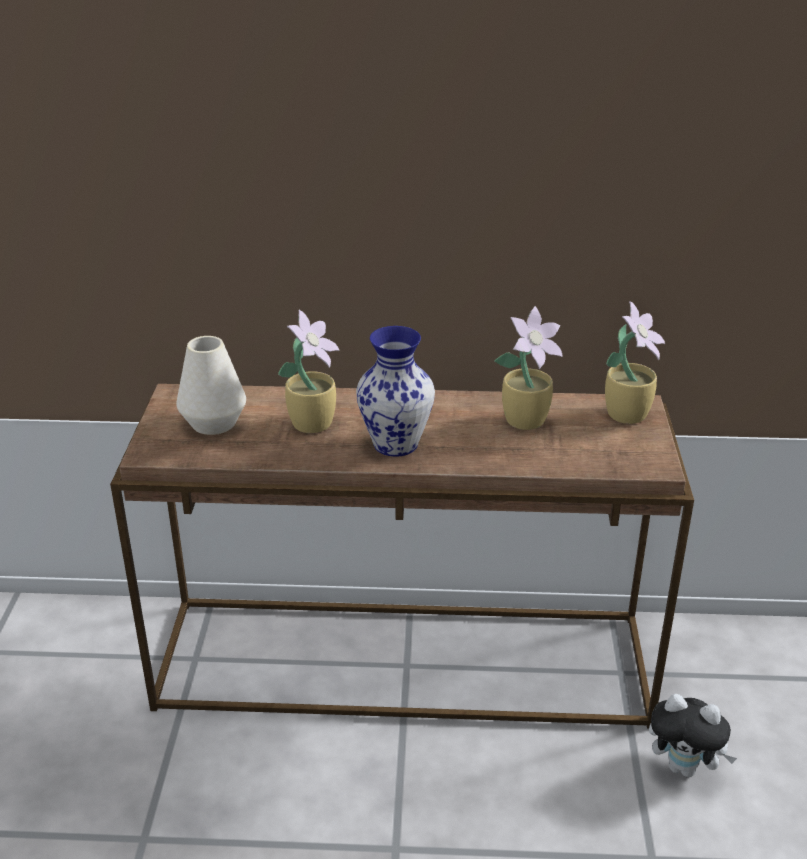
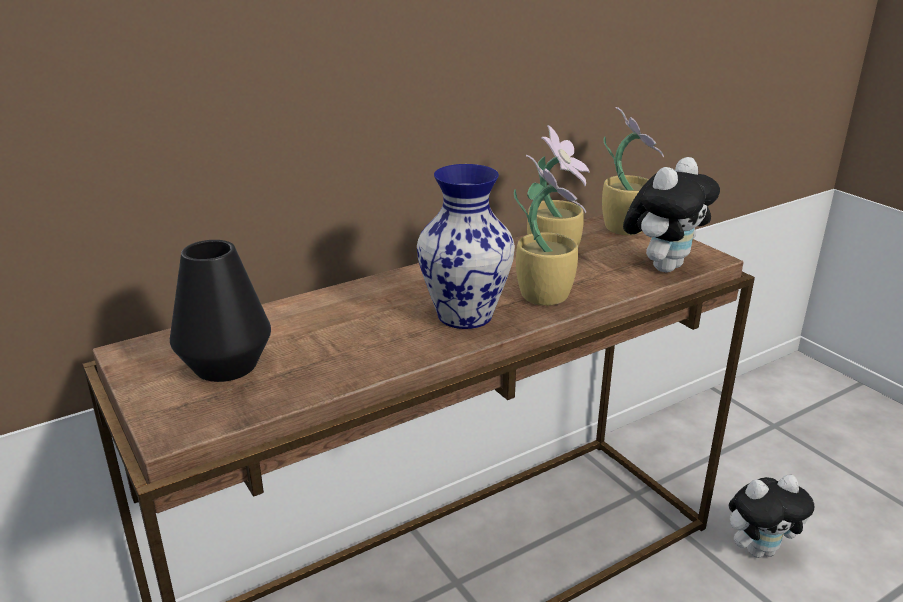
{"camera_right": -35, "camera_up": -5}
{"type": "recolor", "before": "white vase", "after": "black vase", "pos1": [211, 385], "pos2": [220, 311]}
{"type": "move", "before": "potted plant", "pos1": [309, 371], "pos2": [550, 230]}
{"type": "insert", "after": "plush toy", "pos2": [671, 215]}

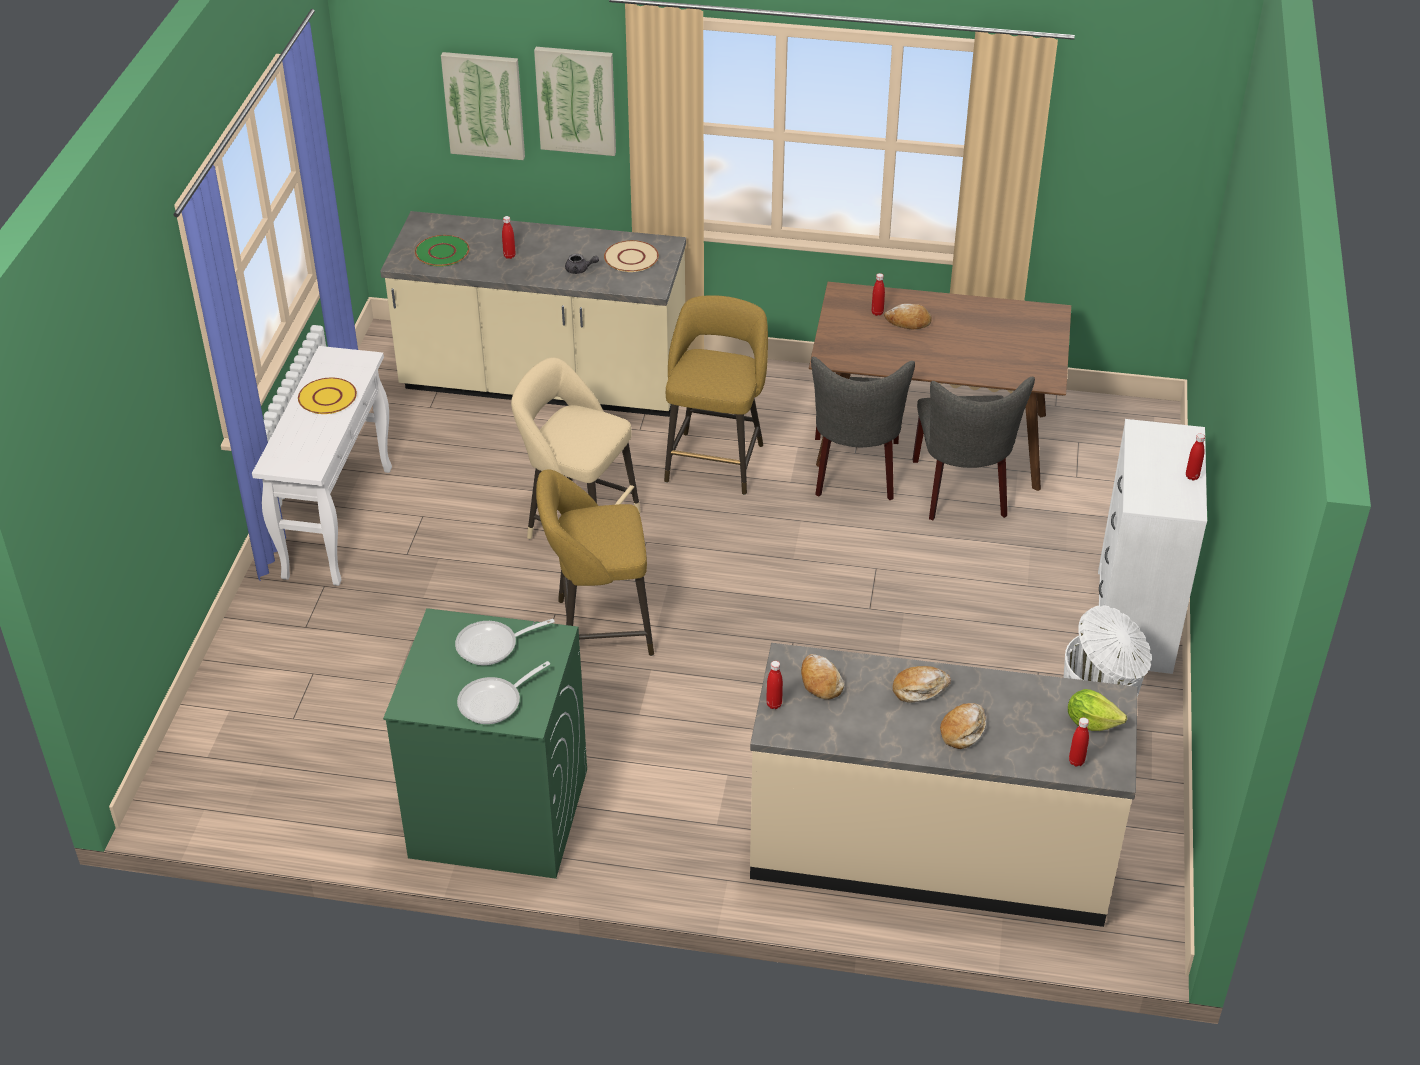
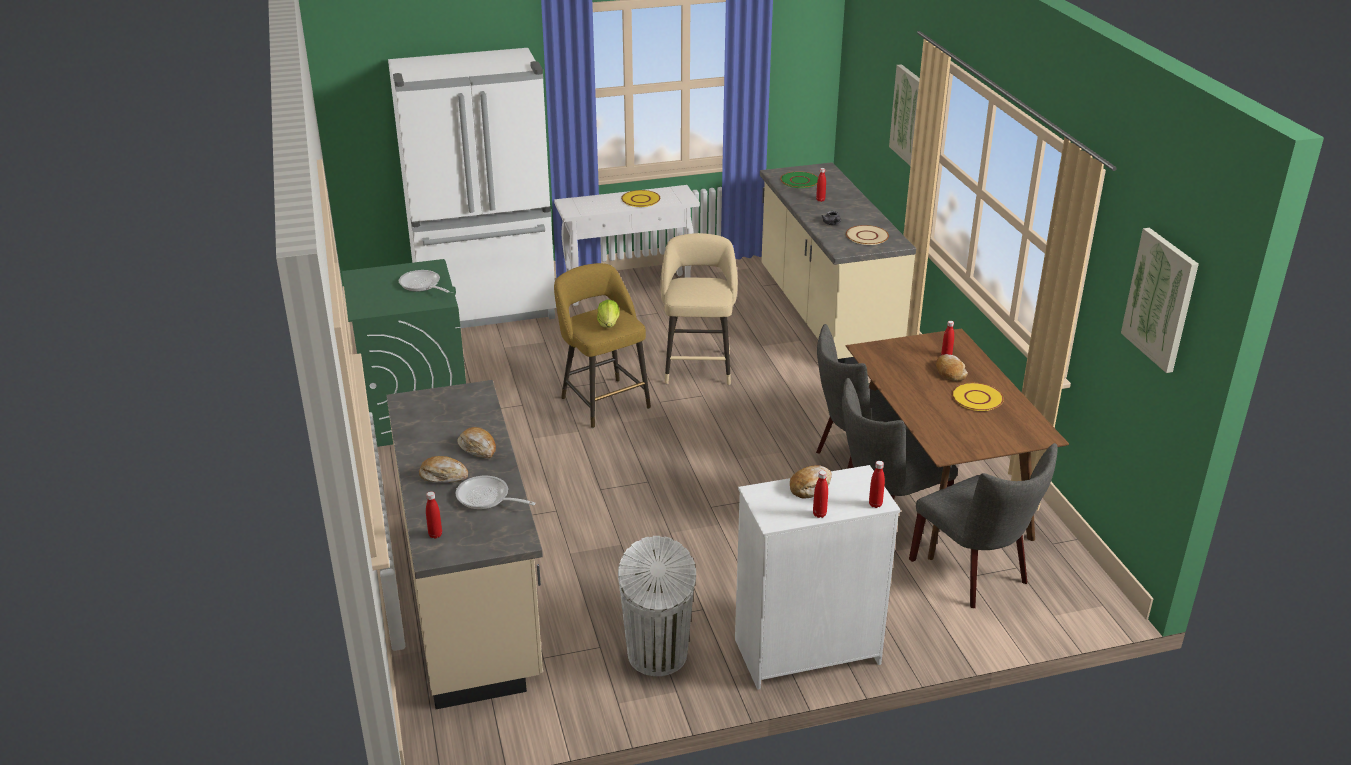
{"camera_right": 65, "camera_up": -10}
{"type": "move", "before": "picture", "pos1": [483, 106], "pos2": [1160, 300]}
{"type": "move", "before": "frying pan", "pos1": [503, 692], "pos2": [496, 493]}
{"type": "delete", "before": "yellow stool", "pos1": [716, 395]}
{"type": "move", "before": "red bottle", "pos1": [774, 685], "pos2": [877, 484]}
{"type": "move", "before": "bread", "pos1": [822, 677], "pos2": [811, 482]}
{"type": "move", "before": "lettuce", "pos1": [1097, 710], "pos2": [608, 314]}
{"type": "insert", "after": "white fridge", "pos2": [472, 188]}
{"type": "insert", "after": "grey chair", "pos2": [983, 525]}
{"type": "insert", "after": "yellow plate", "pos2": [978, 397]}

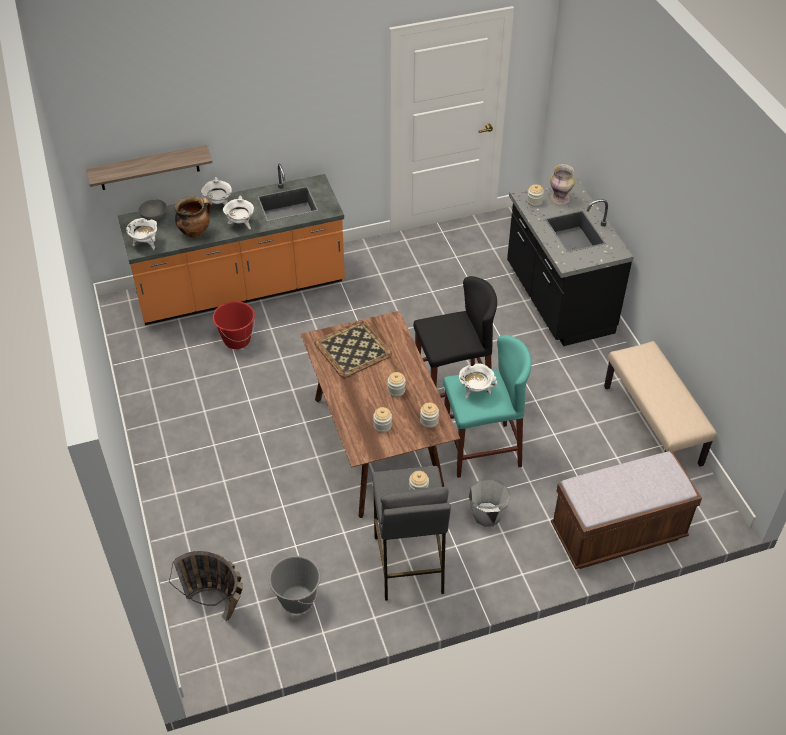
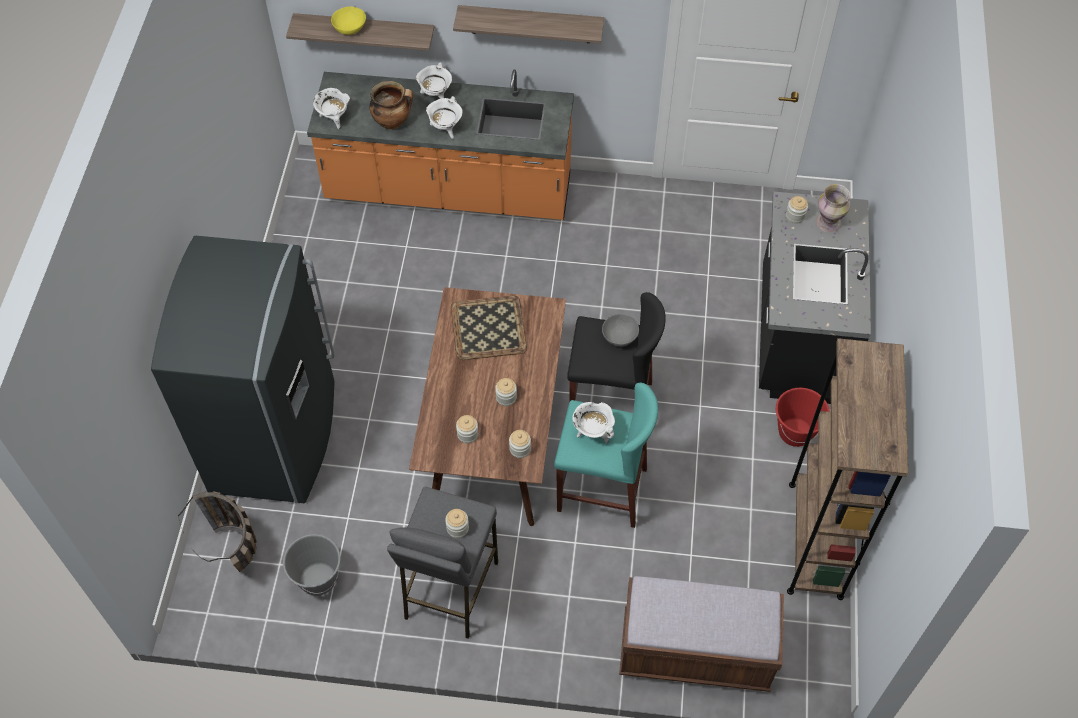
{"camera_right": 25, "camera_up": 10}
{"type": "move", "before": "grey bowl", "pos1": [152, 210], "pos2": [620, 330]}
{"type": "move", "before": "red bucket", "pos1": [234, 325], "pos2": [803, 417]}
{"type": "delete", "before": "grey bucket", "pos1": [490, 503]}
{"type": "replace", "before": "beige bench", "after": "brown bookcase", "pos1": [660, 404], "pos2": [847, 469]}
{"type": "insert", "after": "grey fridge", "pos2": [243, 369]}
{"type": "insert", "after": "yellow bowl", "pos2": [348, 20]}
{"type": "insert", "after": "shelf", "pos2": [528, 24]}

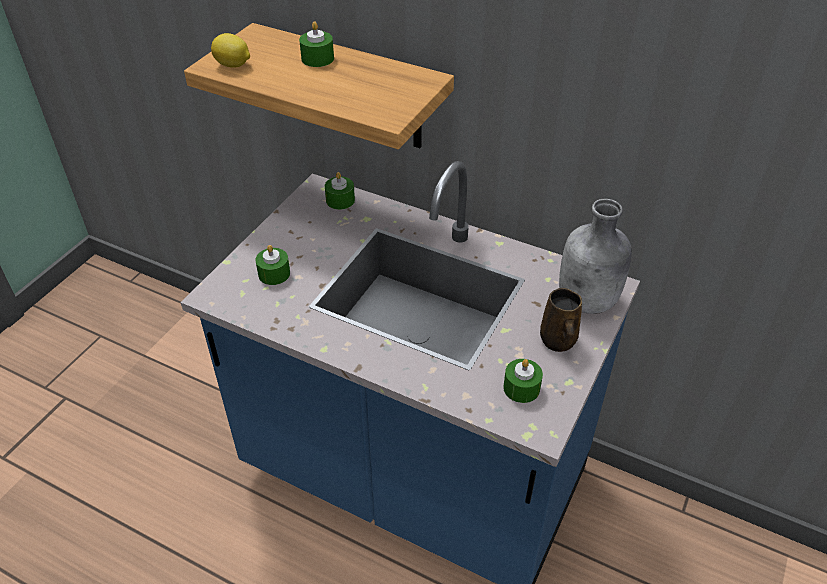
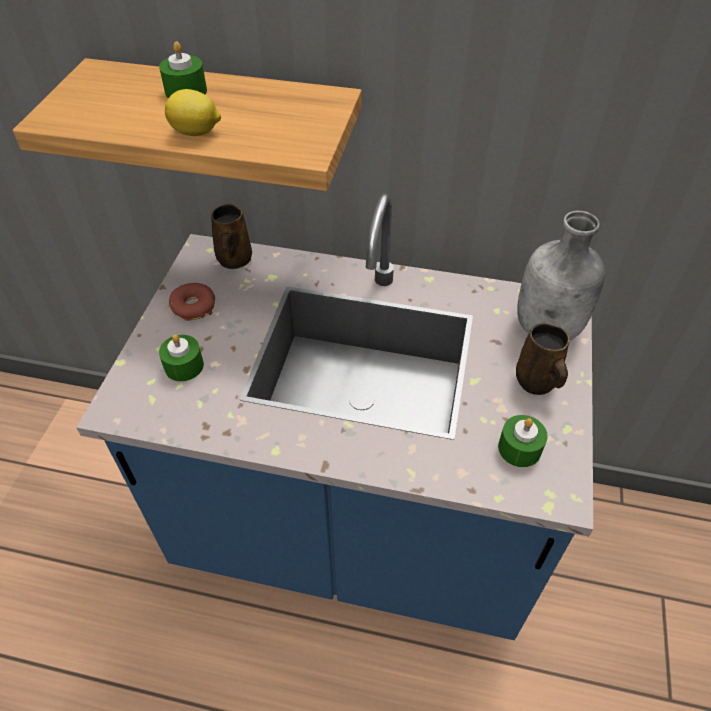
{"camera_right": -15, "camera_up": 5}
{"type": "move", "before": "lemon", "pos1": [230, 50], "pos2": [193, 112]}
{"type": "replace", "before": "green candle", "after": "brown mug", "pos1": [340, 191], "pos2": [231, 236]}
{"type": "insert", "after": "donut", "pos2": [192, 302]}

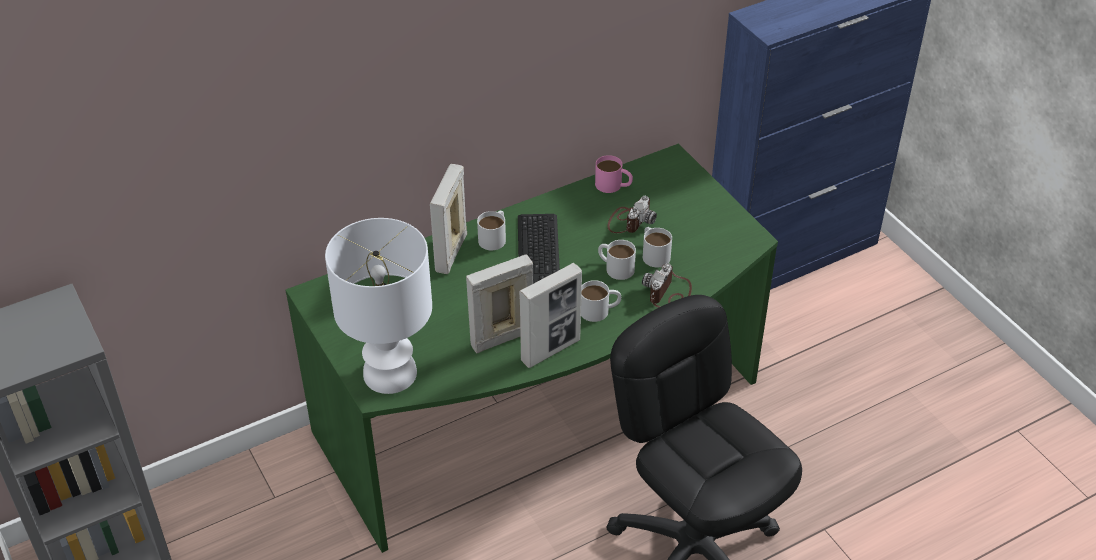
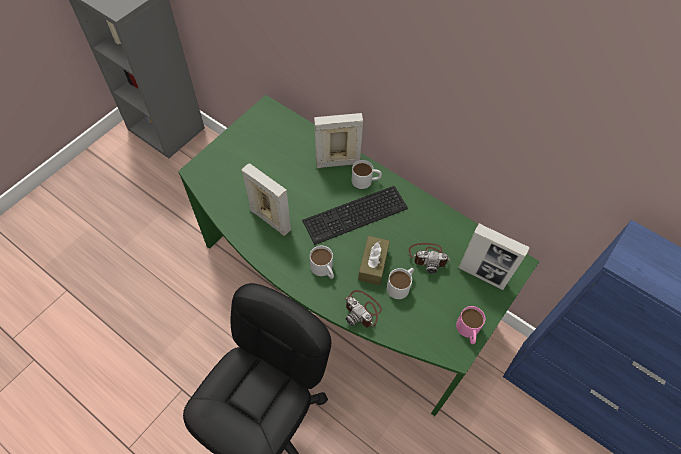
{"camera_right": 65, "camera_up": 15}
{"type": "delete", "before": "white table lamp", "pos1": [378, 306]}
{"type": "move", "before": "picture frame", "pos1": [550, 315], "pos2": [494, 256]}
{"type": "move", "before": "pink mug", "pos1": [614, 174], "pos2": [470, 325]}
{"type": "replace", "before": "white mug", "after": "brown tissue box", "pos1": [617, 260], "pos2": [374, 260]}
{"type": "rotate", "before": "photo camera", "pos1": [667, 285], "pos2": [363, 309], "turn": -135}

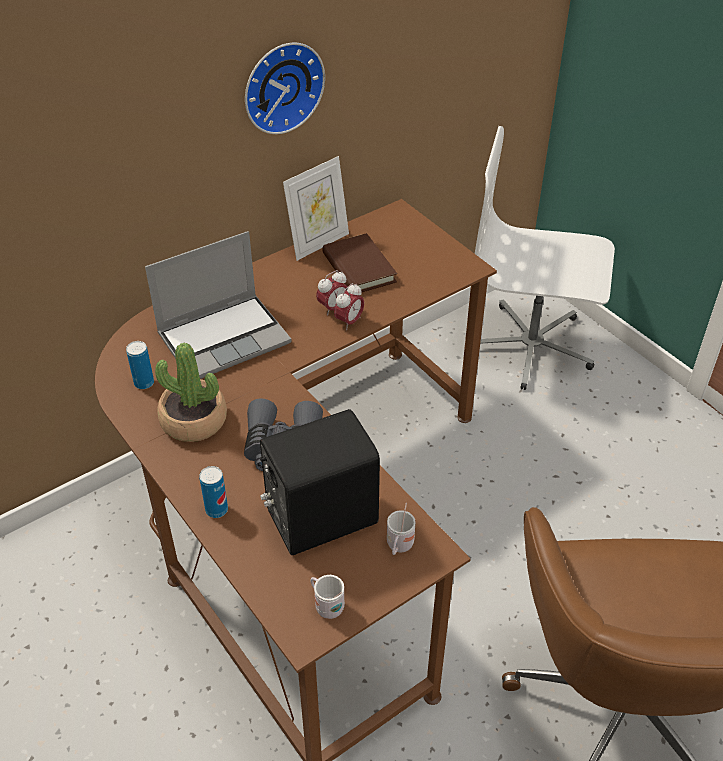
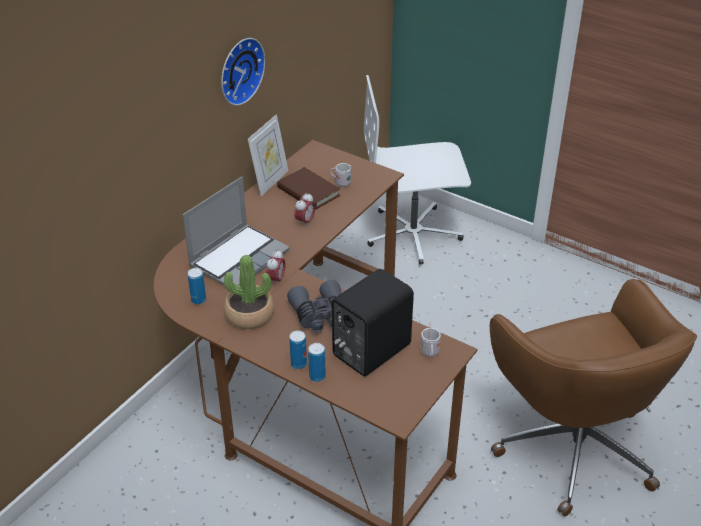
{"camera_right": -20, "camera_up": -5}
{"type": "move", "before": "white mug", "pos1": [327, 597], "pos2": [341, 175]}
{"type": "move", "before": "alarm clock", "pos1": [349, 306], "pos2": [275, 266]}
{"type": "insert", "after": "can", "pos2": [317, 362]}

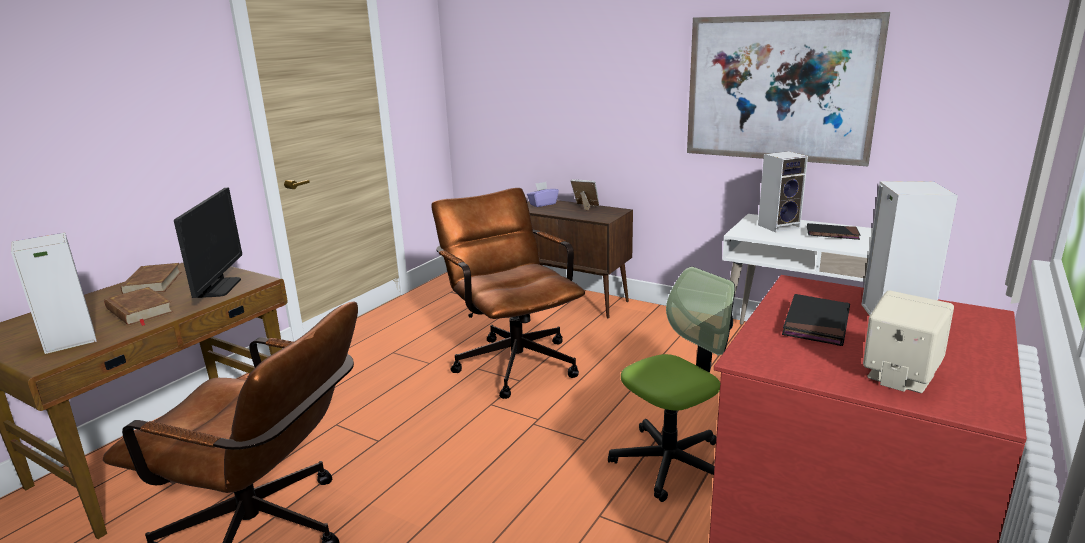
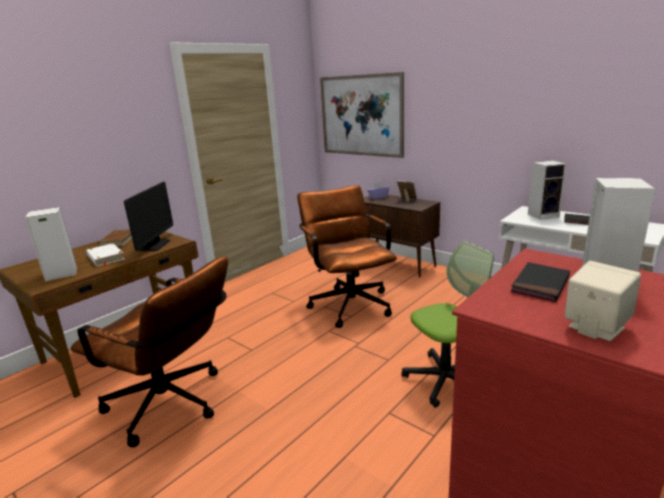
{"camera_right": 10, "camera_up": 0}
{"type": "recolor", "before": "brown book", "after": "white book", "pos1": [138, 306], "pos2": [105, 255]}
{"type": "move", "before": "picture", "pos1": [788, 89], "pos2": [362, 115]}

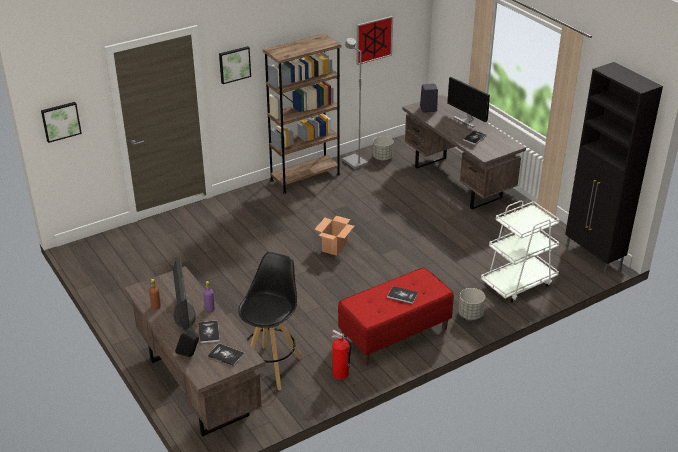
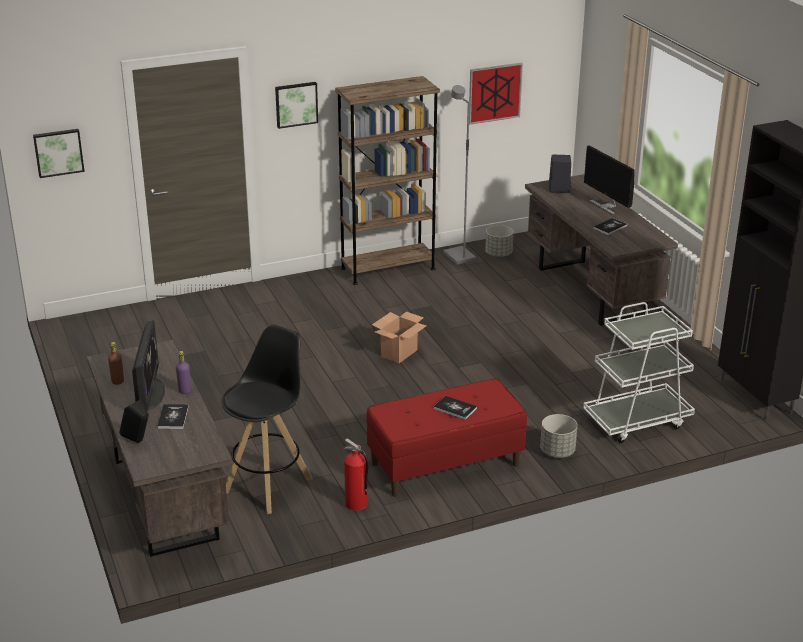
{"camera_right": 10, "camera_up": -5}
{"type": "delete", "before": "book", "pos1": [226, 354]}

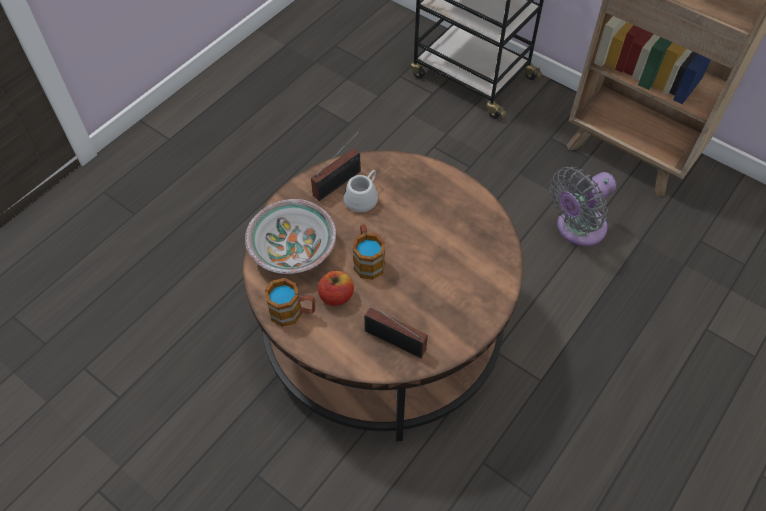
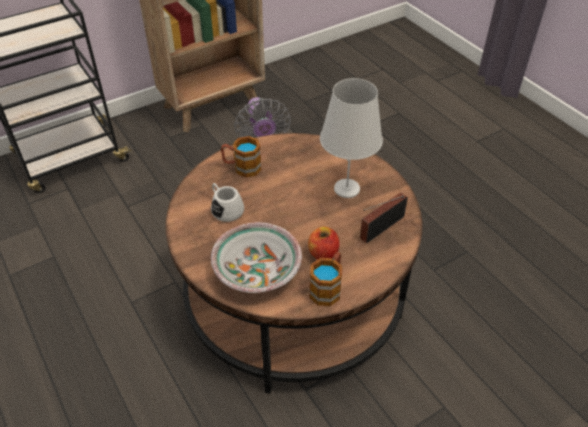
{"camera_right": -70, "camera_up": -10}
{"type": "delete", "before": "radio", "pos1": [336, 165]}
{"type": "move", "before": "mug", "pos1": [368, 252], "pos2": [241, 156]}
{"type": "insert", "after": "white table lamp", "pos2": [351, 138]}

